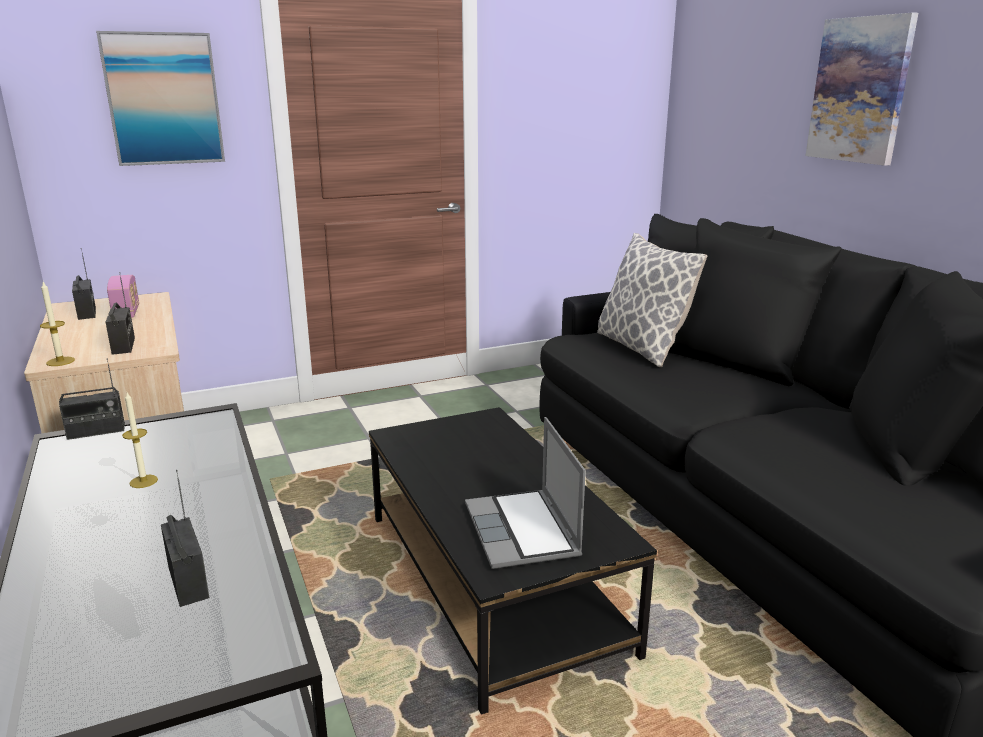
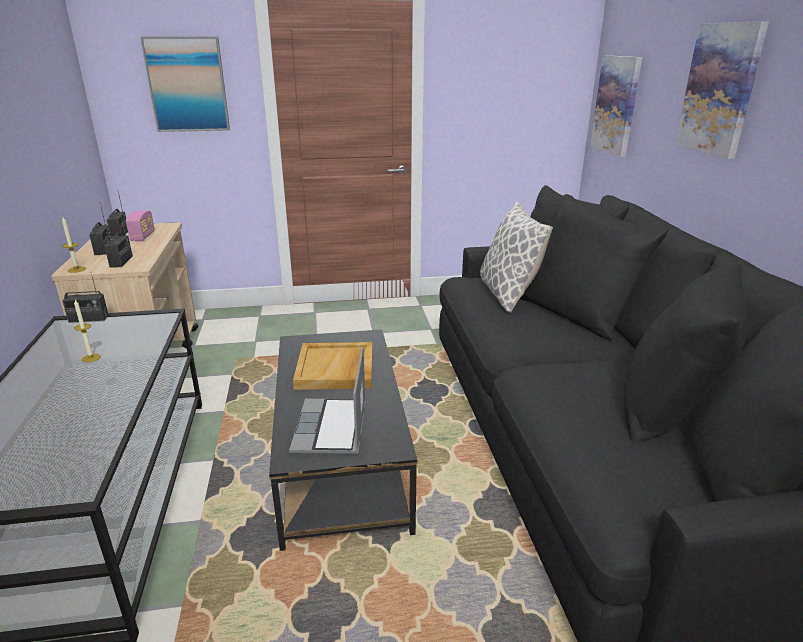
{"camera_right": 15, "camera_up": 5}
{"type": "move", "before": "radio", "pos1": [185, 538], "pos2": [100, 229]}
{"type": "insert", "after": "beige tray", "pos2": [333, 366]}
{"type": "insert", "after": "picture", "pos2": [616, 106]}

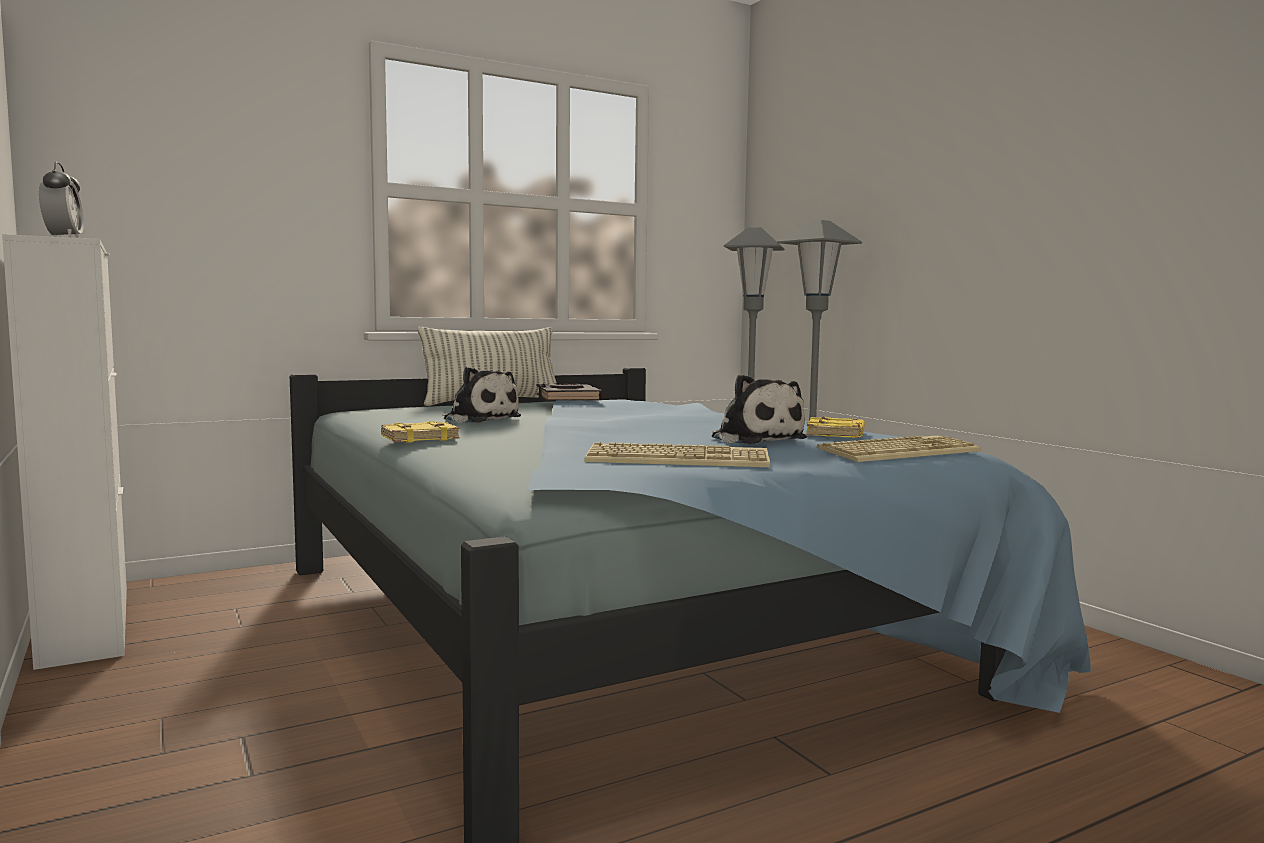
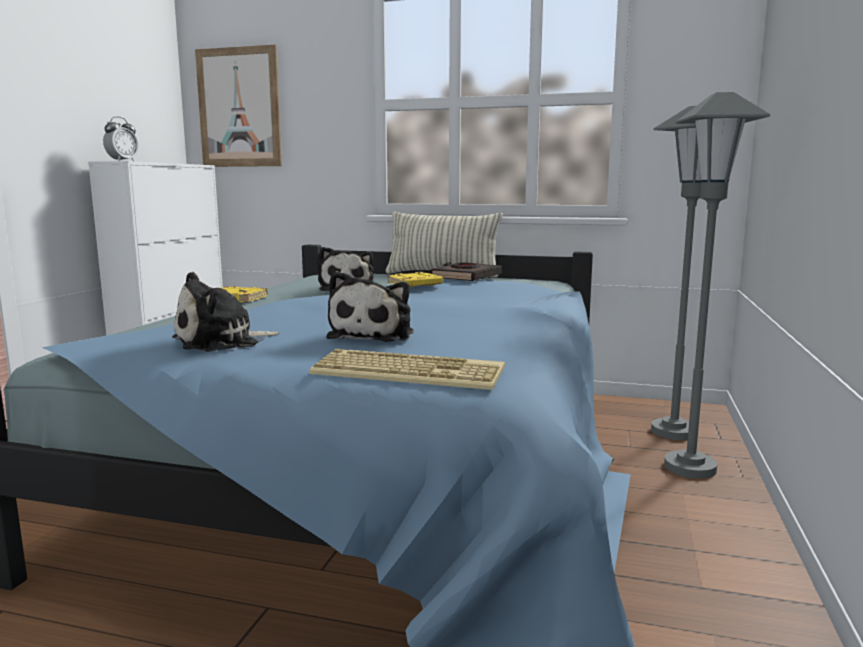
{"camera_right": 45, "camera_up": 5}
{"type": "replace", "before": "keyboard", "after": "plush toy", "pos1": [677, 454], "pos2": [226, 312]}
{"type": "move", "before": "yellow book", "pos1": [835, 427], "pos2": [415, 279]}
{"type": "insert", "after": "picture", "pos2": [238, 106]}

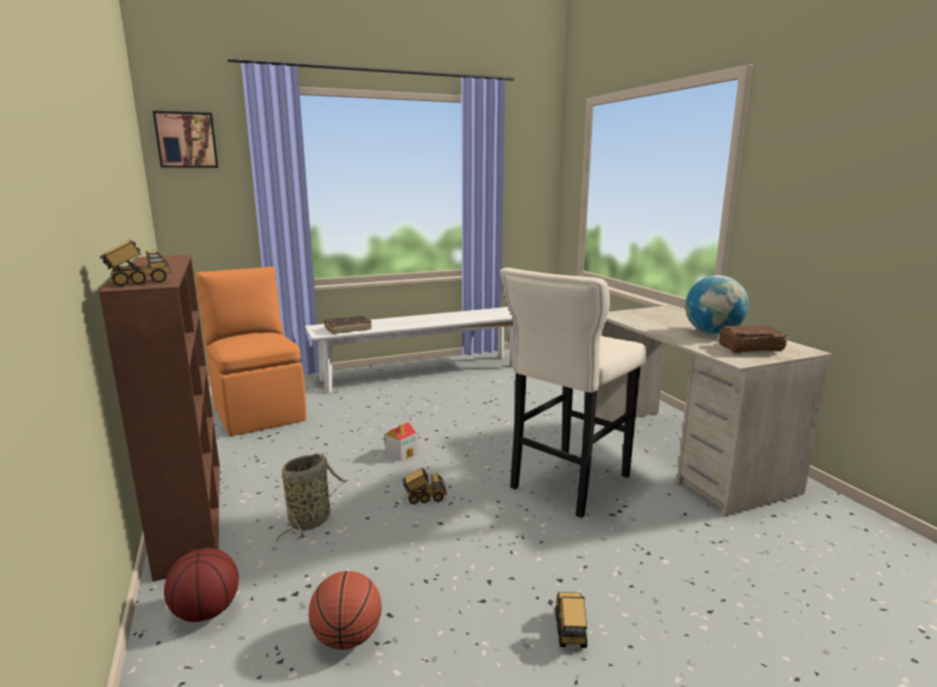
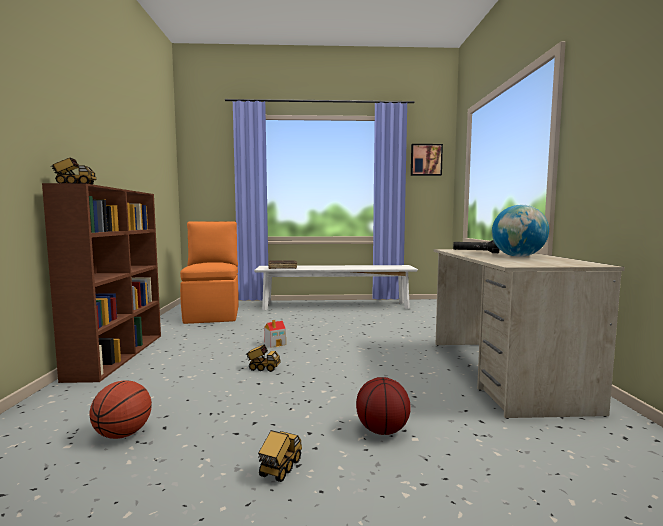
{"camera_right": 20, "camera_up": -10}
{"type": "move", "before": "picture", "pos1": [185, 139], "pos2": [427, 160]}
{"type": "move", "before": "basketball", "pos1": [201, 585], "pos2": [383, 406]}
{"type": "delete", "before": "basket", "pos1": [312, 498]}
{"type": "delete", "before": "beige stool", "pos1": [573, 393]}
{"type": "delete", "before": "brown book", "pos1": [753, 339]}
{"type": "insert", "after": "black flashlight", "pos2": [476, 246]}

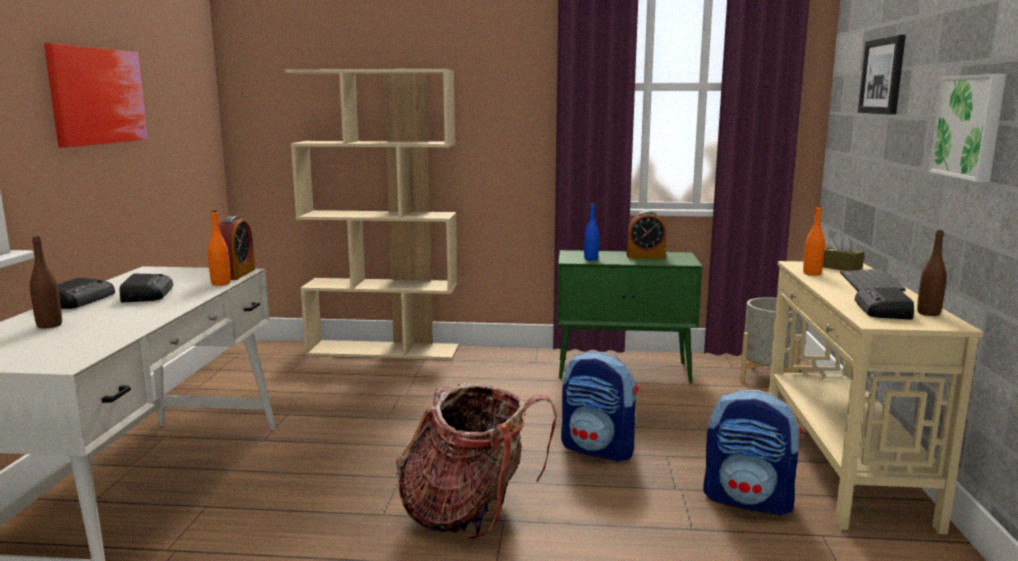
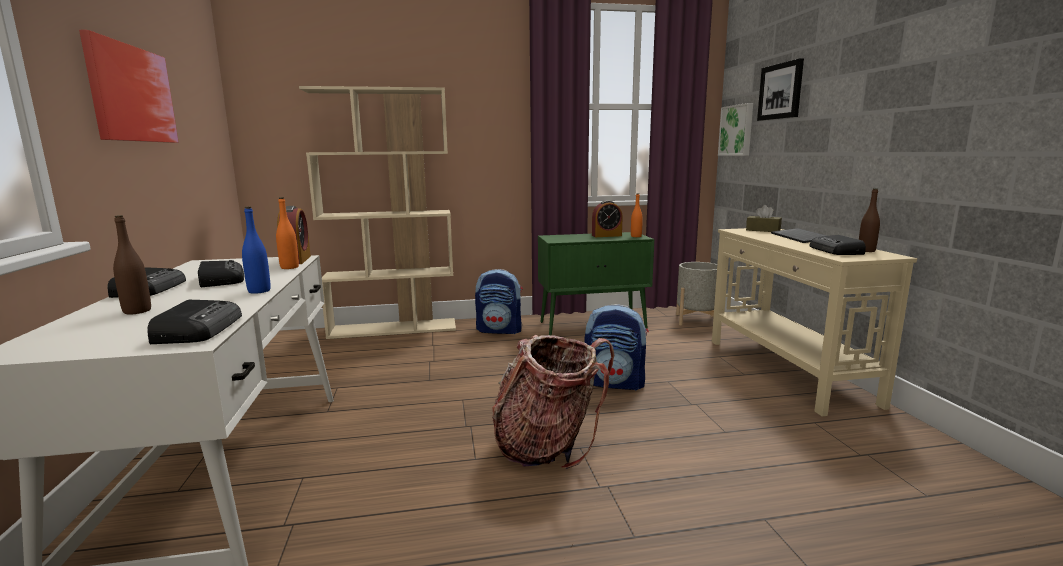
{"camera_right": -15, "camera_up": 0}
{"type": "move", "before": "blue bottle", "pos1": [591, 232], "pos2": [256, 250]}
{"type": "move", "before": "backpack", "pos1": [753, 453], "pos2": [499, 301]}
{"type": "move", "before": "orange bottle", "pos1": [814, 240], "pos2": [637, 215]}
{"type": "move", "before": "picture", "pos1": [967, 128], "pos2": [735, 129]}
{"type": "insert", "after": "radio", "pos2": [194, 322]}

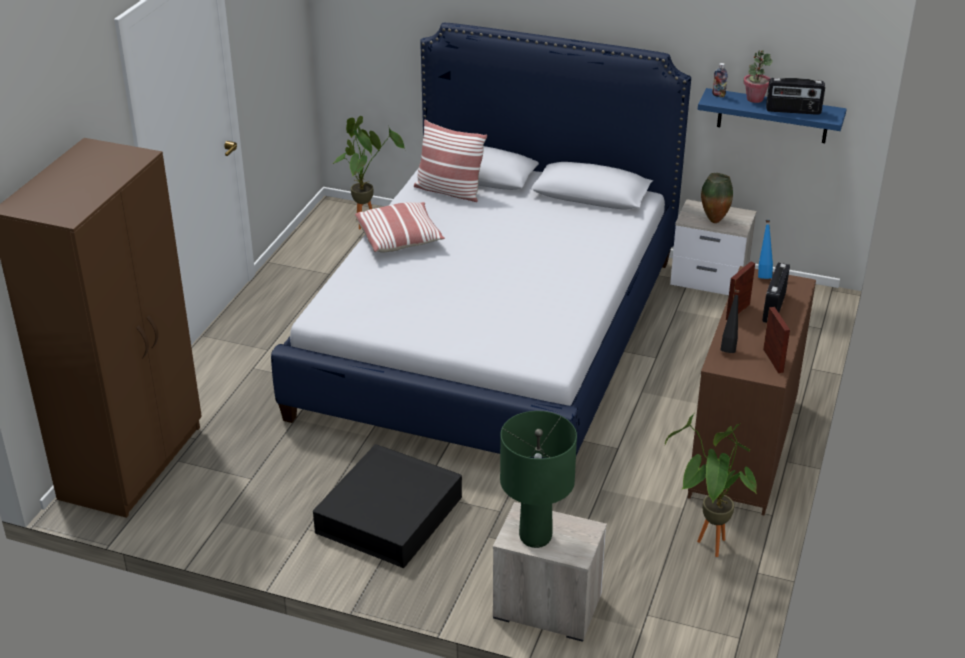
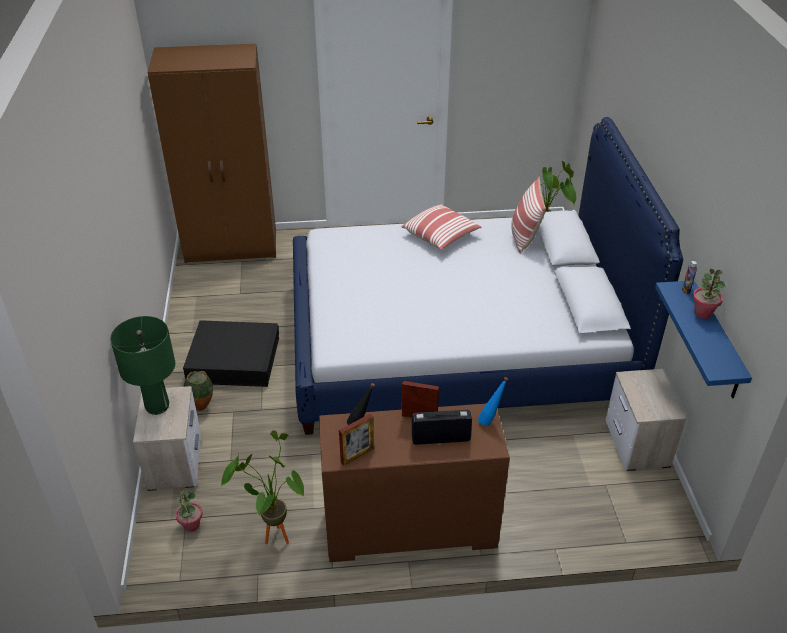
{"camera_right": 65, "camera_up": 5}
{"type": "move", "before": "vase", "pos1": [717, 198], "pos2": [198, 391]}
{"type": "delete", "before": "radio", "pos1": [795, 96]}
{"type": "insert", "after": "potted plant", "pos2": [189, 511]}

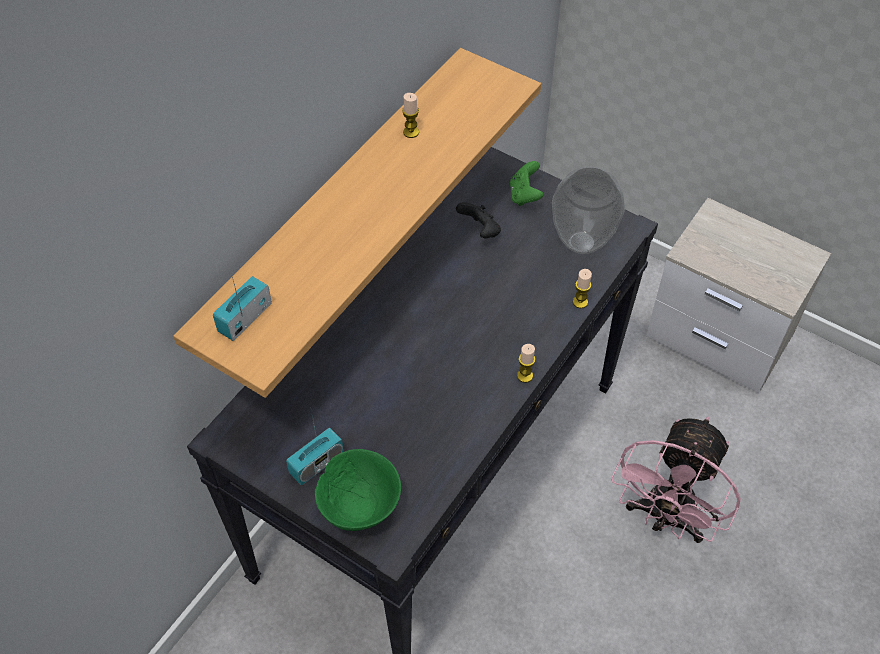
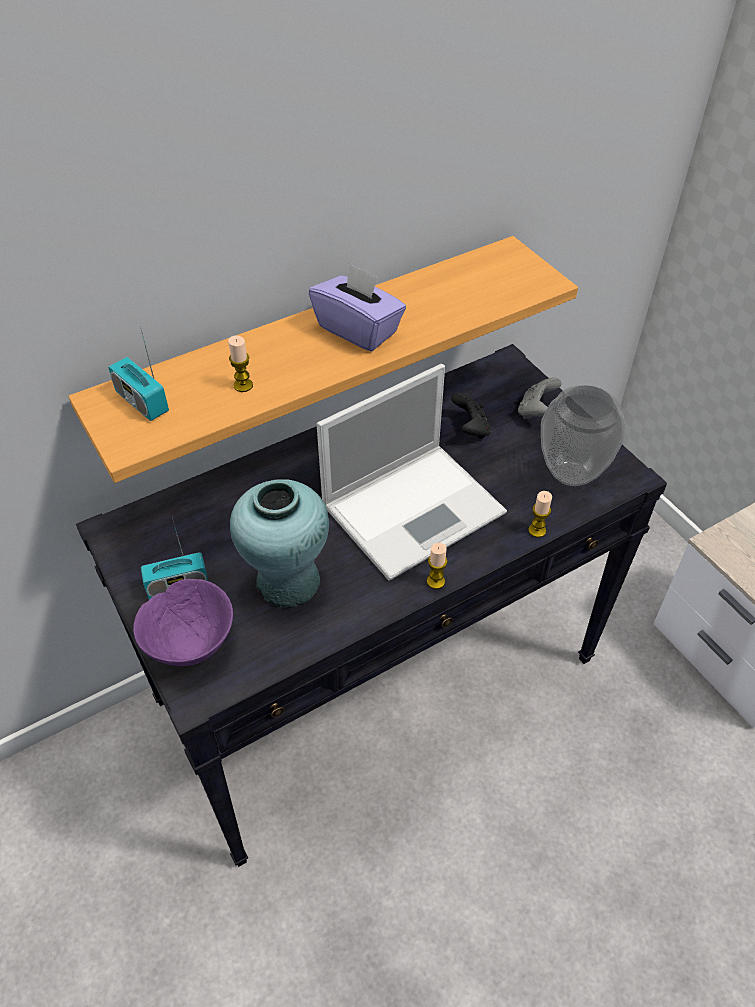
{"camera_right": 25, "camera_up": -5}
{"type": "rotate", "before": "radio", "pos1": [242, 308], "pos2": [138, 373], "turn": -105}
{"type": "recolor", "before": "green bowl", "after": "purple bowl", "pos1": [358, 490], "pos2": [183, 622]}
{"type": "move", "before": "candle", "pos1": [410, 115], "pos2": [240, 364]}
{"type": "recolor", "before": "green game controller", "after": "grey game controller", "pos1": [527, 183], "pos2": [539, 398]}
{"type": "delete", "before": "pink fan", "pos1": [676, 480]}
{"type": "insert", "after": "turquoise vase", "pos2": [279, 543]}
{"type": "insert", "after": "purple tissue box", "pos2": [357, 307]}
{"type": "insert", "after": "laptop", "pos2": [412, 472]}

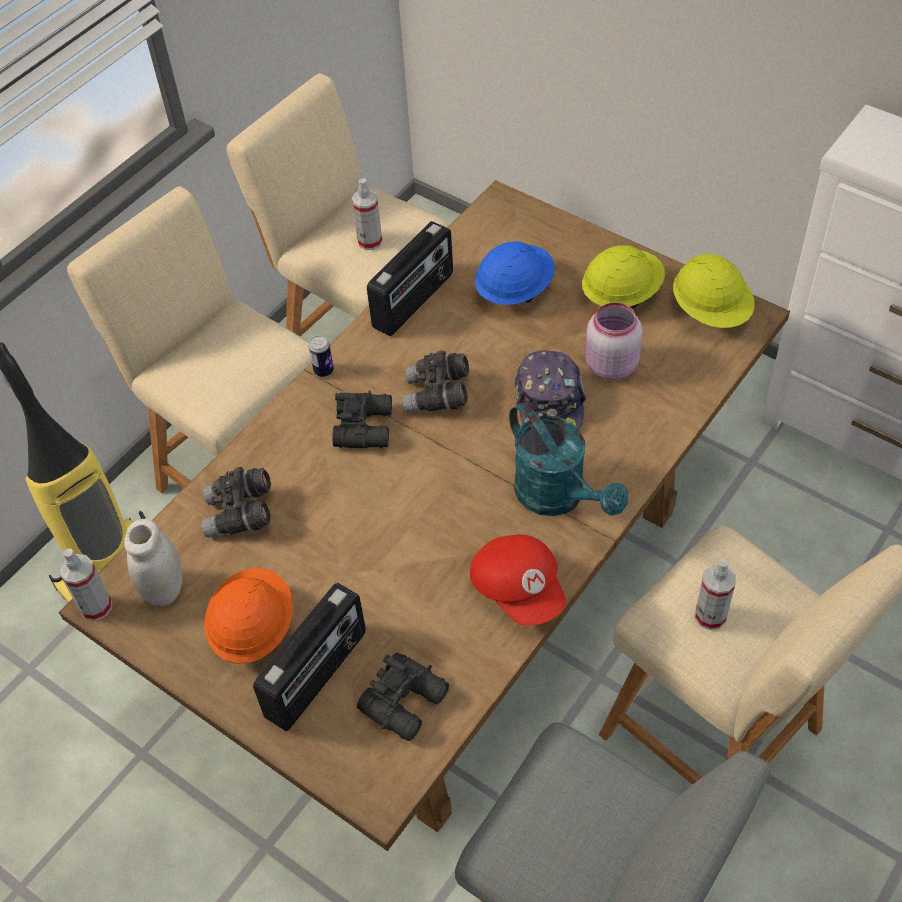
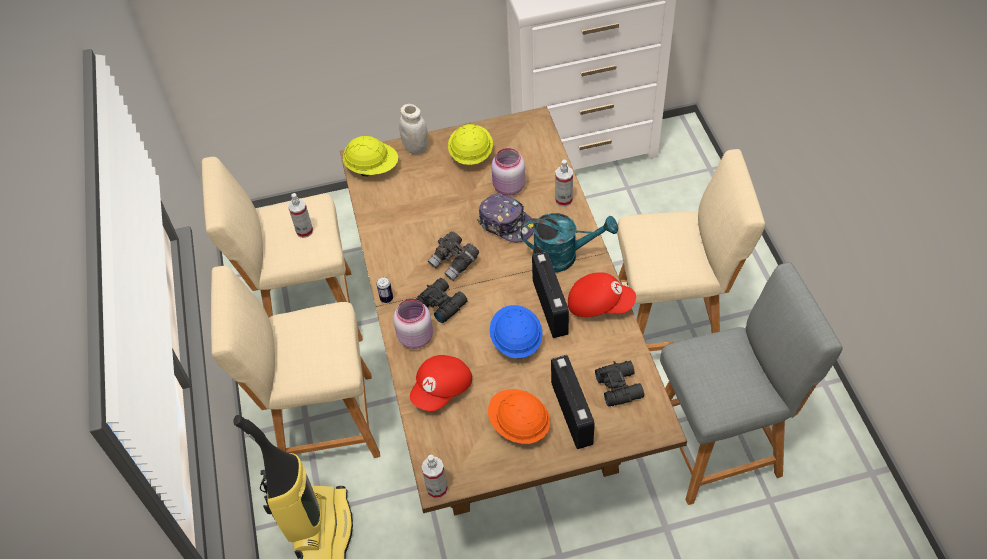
{"camera_right": -50, "camera_up": 0}
{"type": "move", "before": "white jar", "pos1": [153, 562], "pos2": [413, 129]}
{"type": "replace", "before": "grey binoculars", "after": "red cap", "pos1": [236, 502], "pos2": [441, 383]}
{"type": "move", "before": "radio", "pos1": [410, 278], "pos2": [550, 295]}
{"type": "move", "before": "blue hard hat", "pos1": [515, 273], "pos2": [516, 332]}
{"type": "move", "before": "yellow hard hat", "pos1": [714, 291], "pos2": [370, 156]}
{"type": "move", "before": "spray bottle", "pos1": [715, 594], "pos2": [564, 183]}
{"type": "insert", "after": "pink jar", "pos2": [413, 324]}

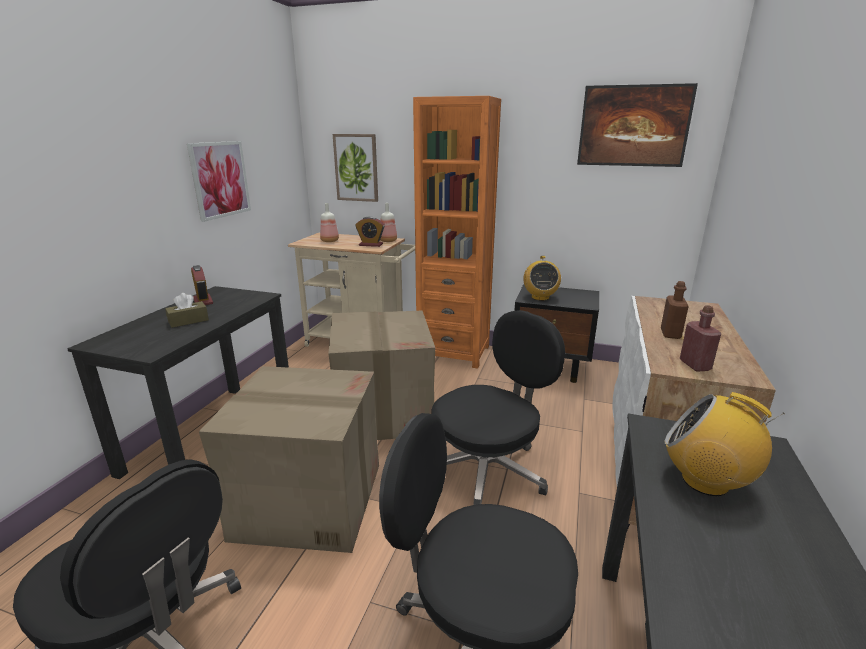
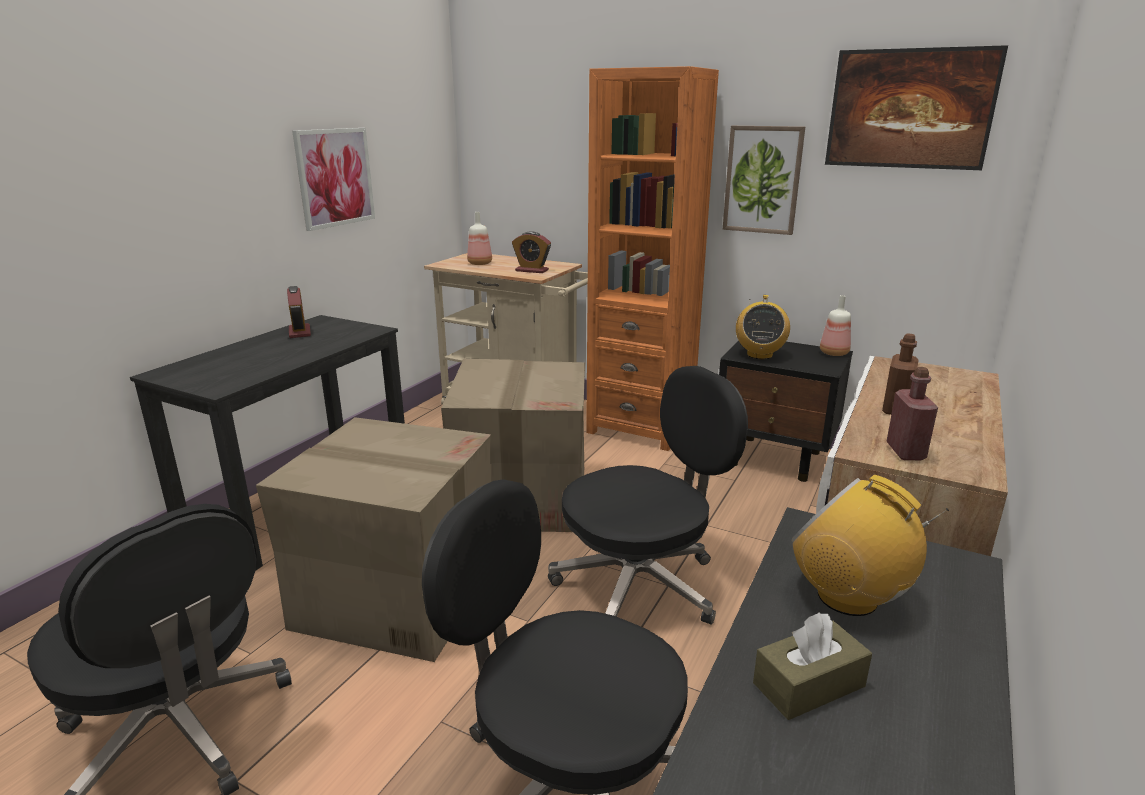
{"camera_right": 10, "camera_up": 0}
{"type": "move", "before": "brown tissue box", "pos1": [187, 310], "pos2": [812, 666]}
{"type": "move", "before": "picture", "pos1": [355, 168], "pos2": [764, 180]}
{"type": "move", "before": "bottle", "pos1": [388, 222], "pos2": [835, 325]}

